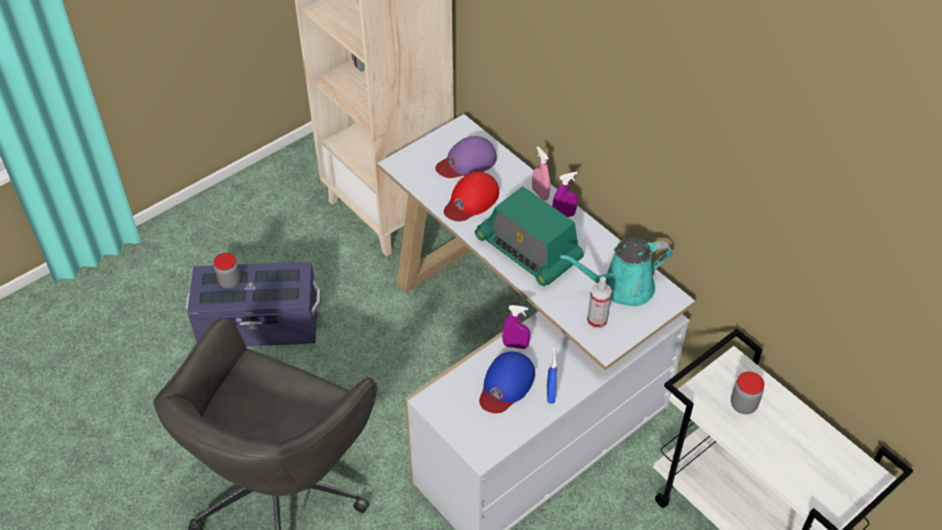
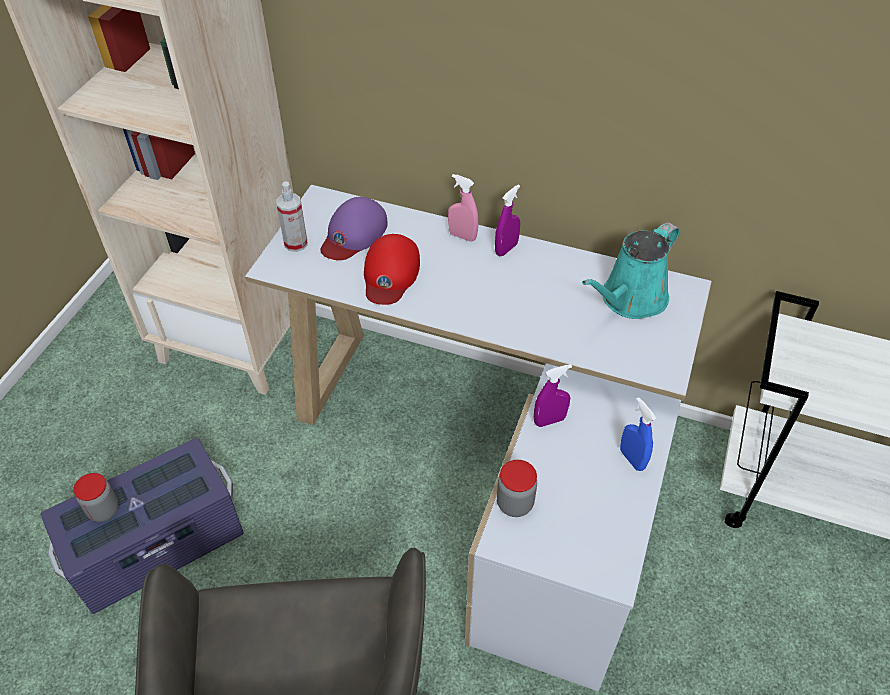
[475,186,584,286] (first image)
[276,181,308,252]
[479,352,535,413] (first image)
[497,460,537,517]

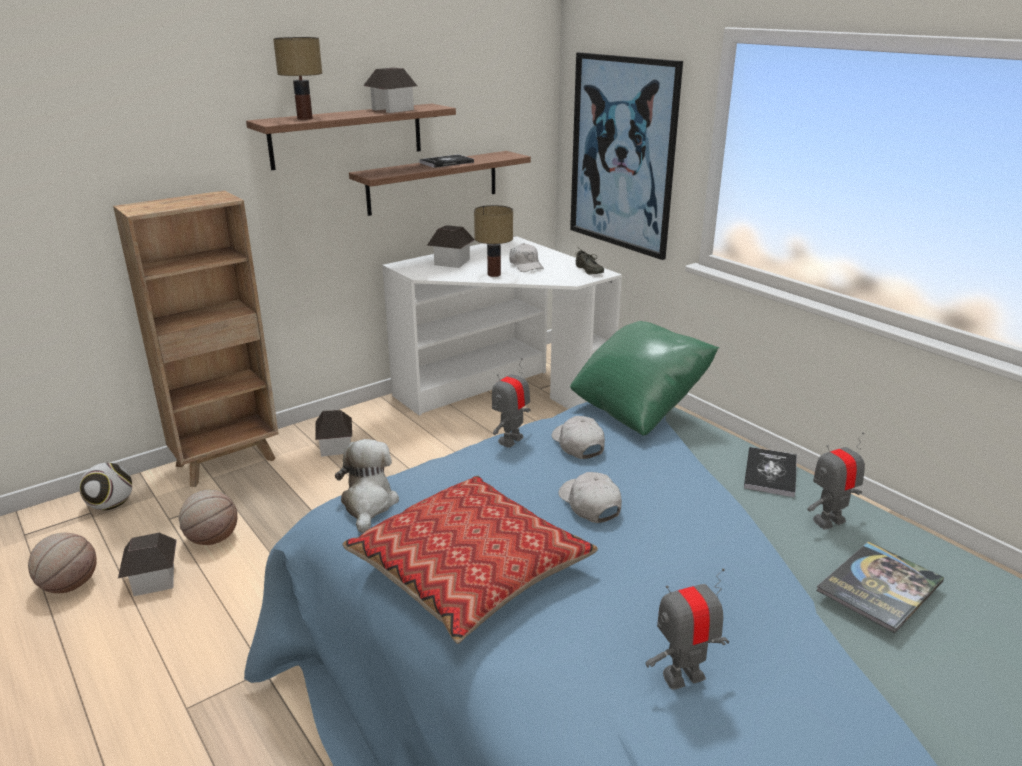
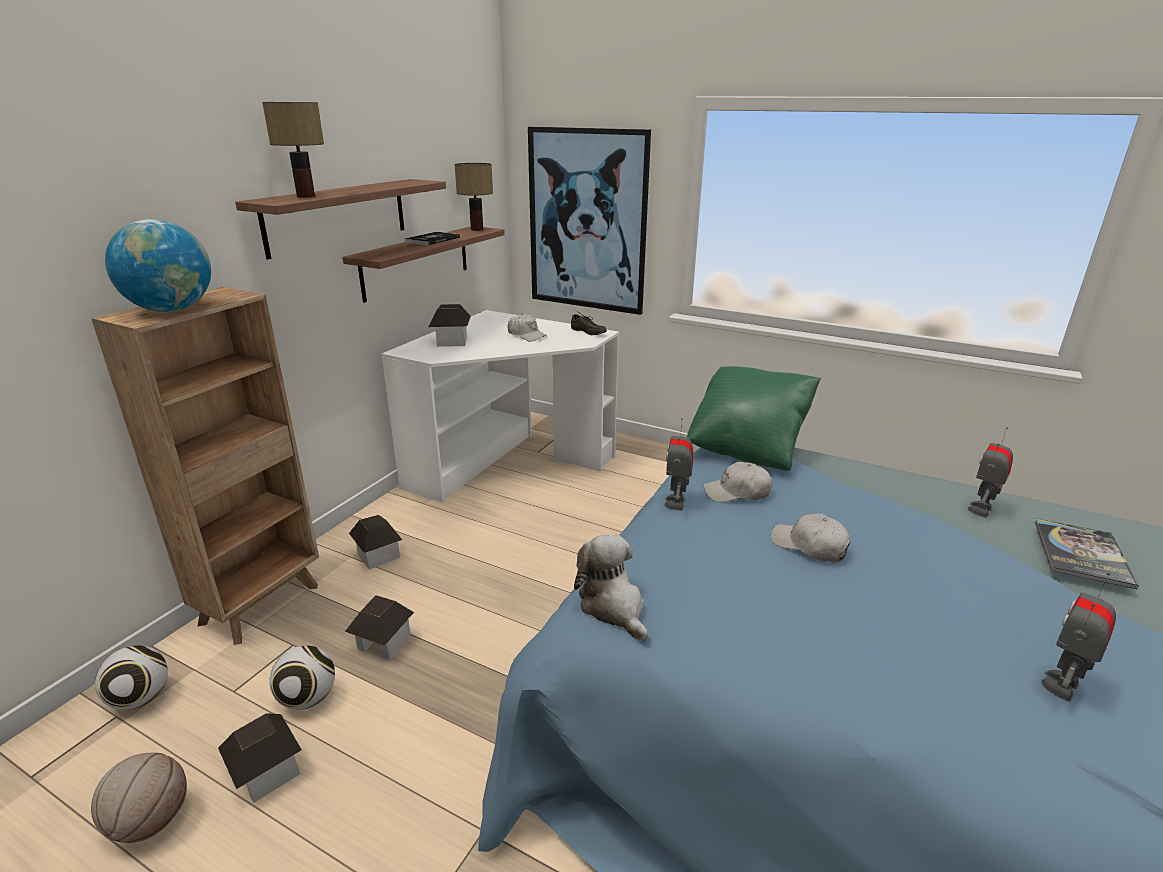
[345,595,414,661]
[455,163,493,231]
[703,462,772,502]
[744,447,797,497] (first image)
[343,476,598,644] (first image)
[269,645,335,710]
[105,219,211,312]

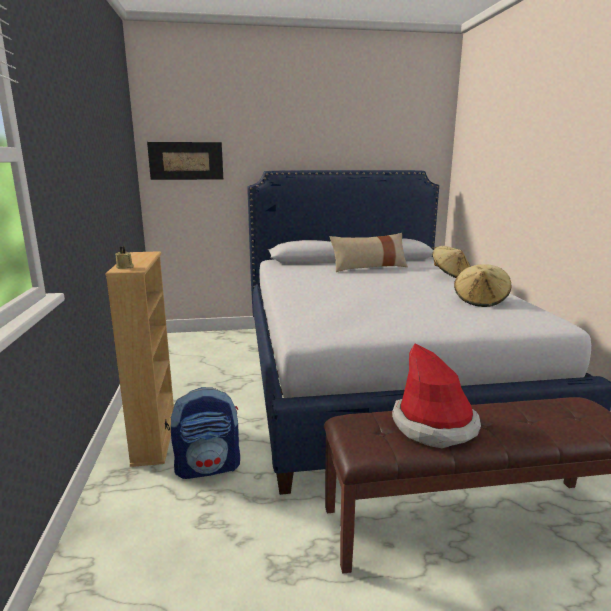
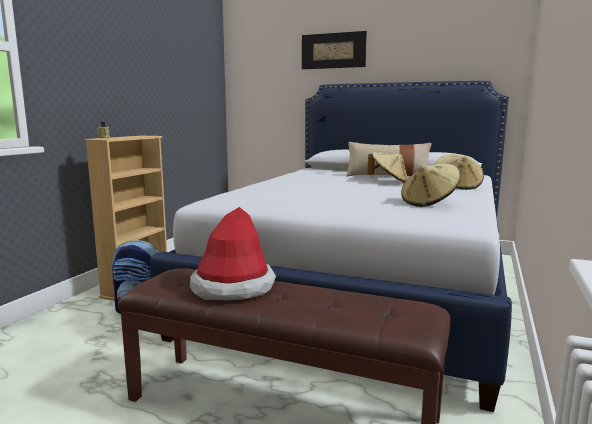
[302,31,367,69]
[368,152,408,183]

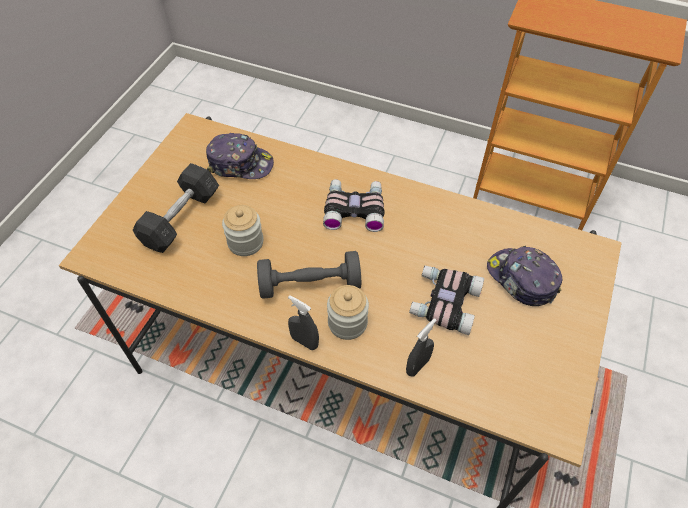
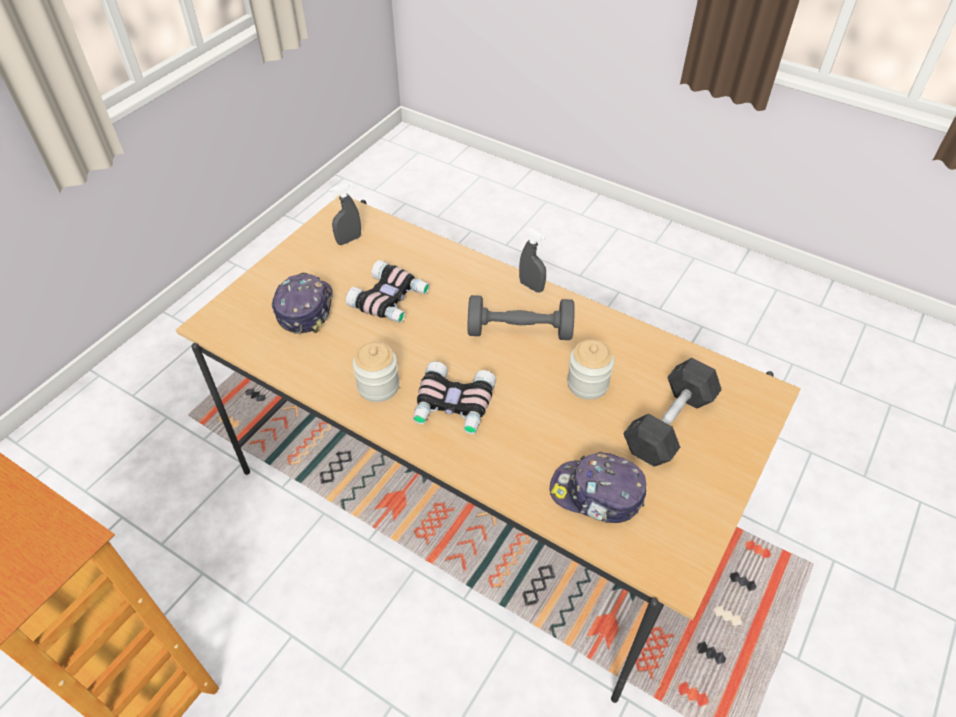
[272,272,333,334]
[353,342,399,402]
[329,183,361,245]

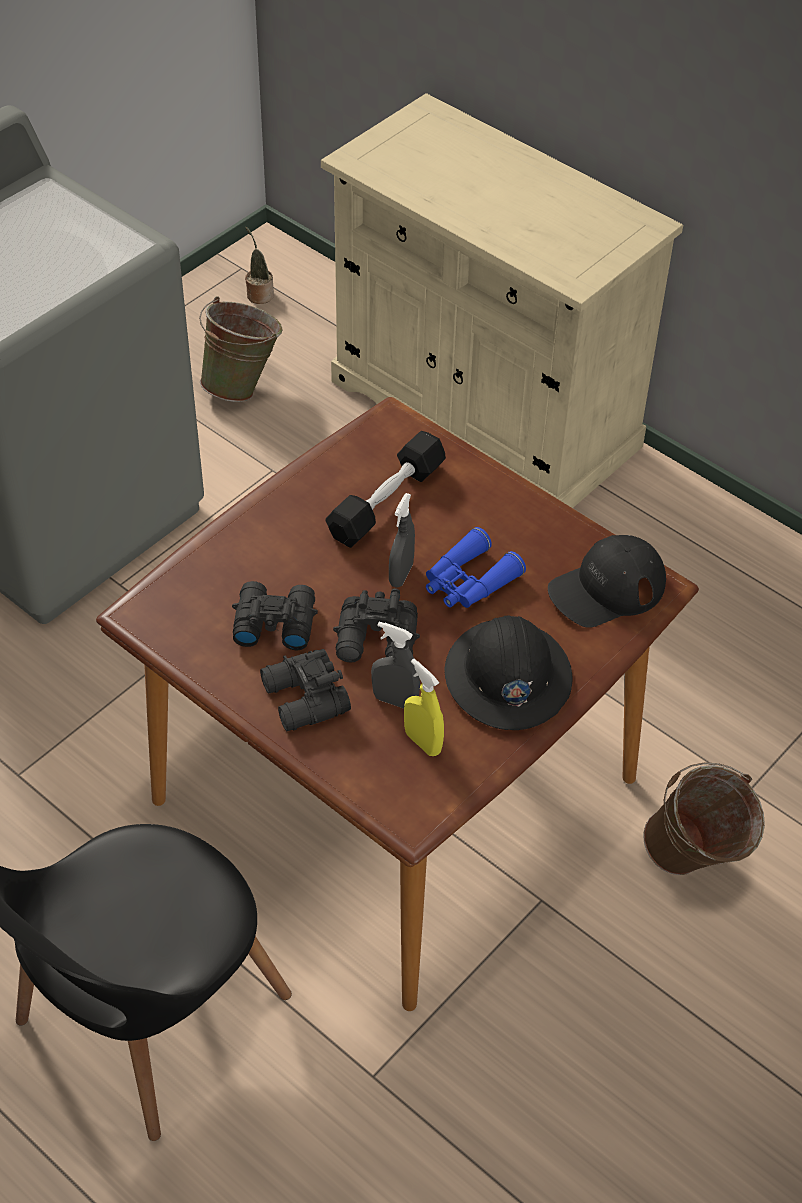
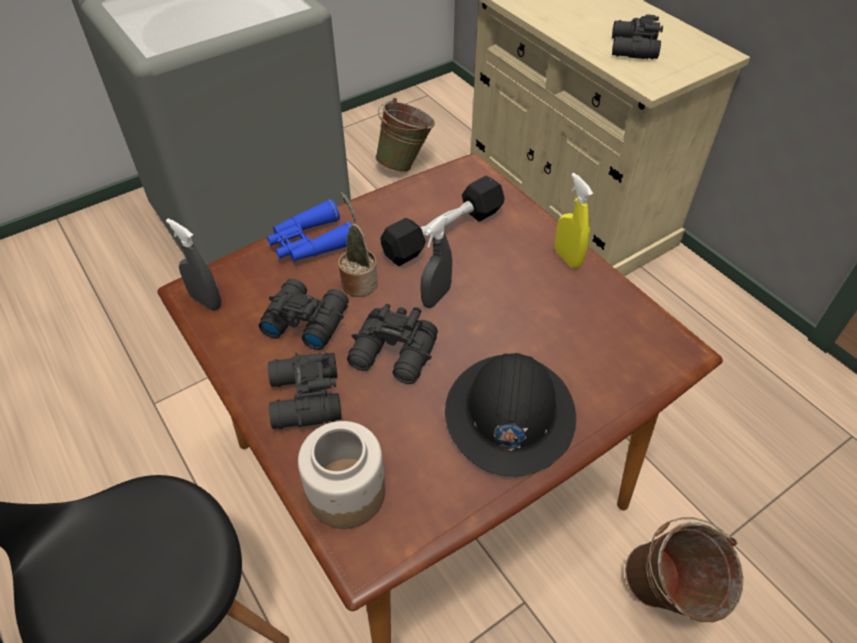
[338,192,378,297]
[267,199,352,262]
[548,535,666,628] (first image)
[166,218,221,311]
[555,173,593,269]
[612,14,663,59]
[298,421,385,529]

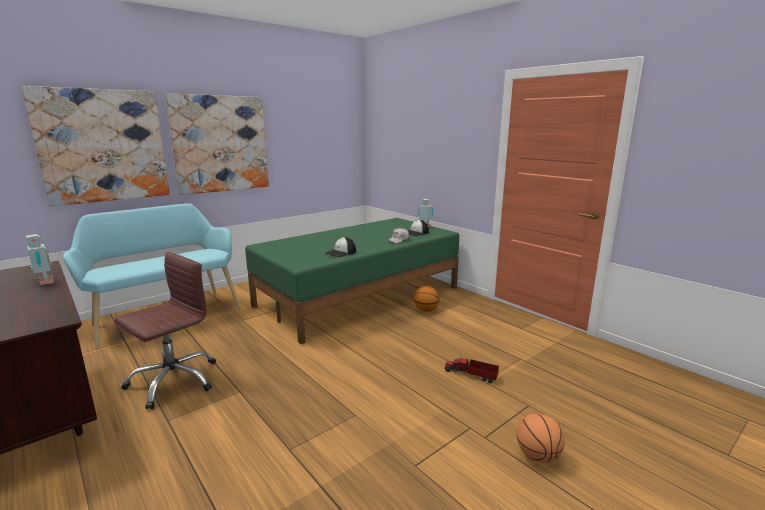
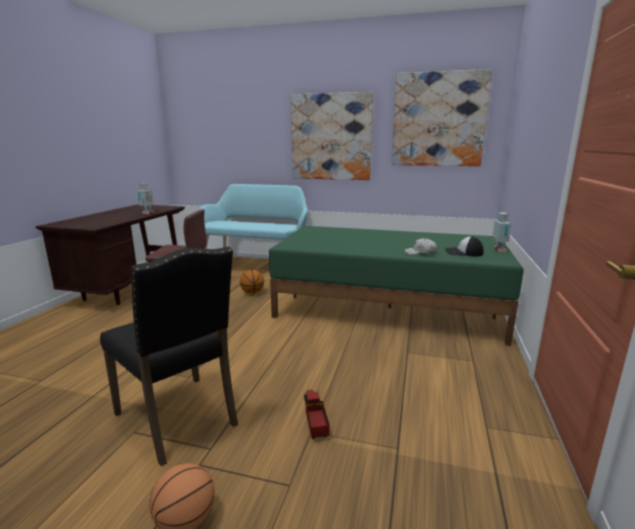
[392,69,492,166]
[325,237,356,257] (first image)
[240,270,264,294]
[100,246,238,466]

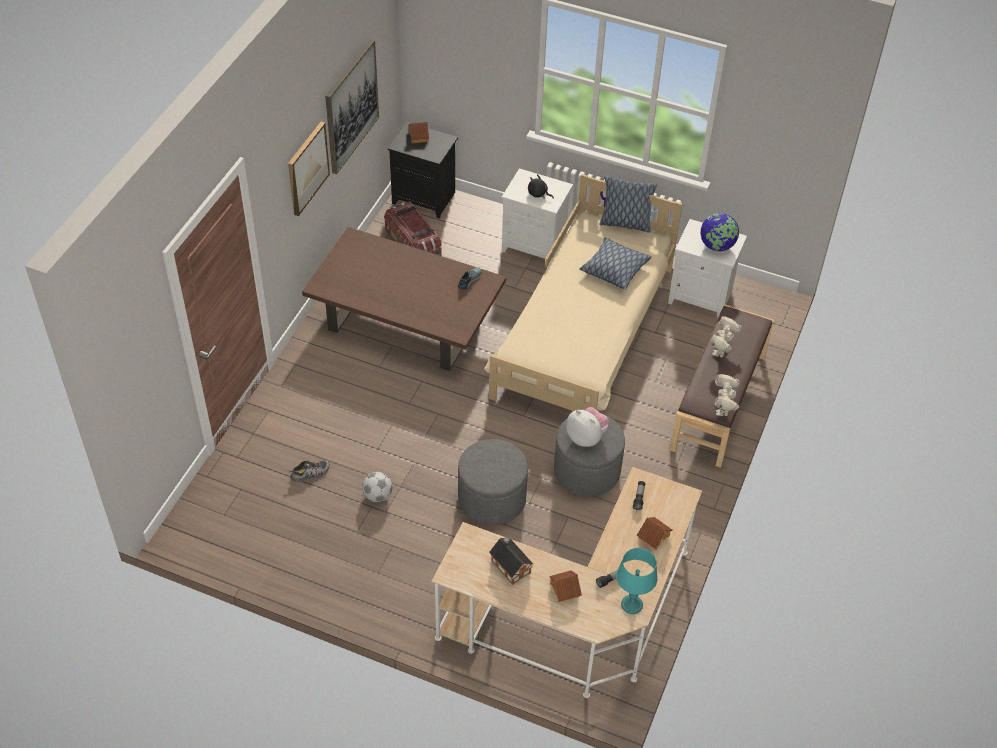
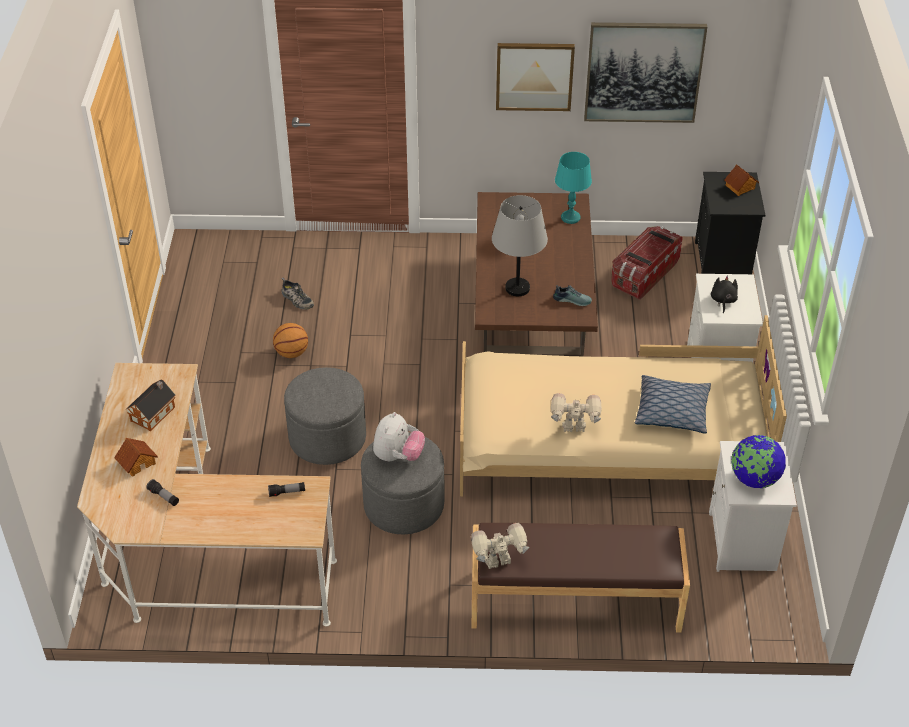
[599,176,657,233] (first image)
[551,393,602,432]
[273,323,308,358]
[637,517,672,550] (first image)
[555,152,592,224]
[492,195,548,296]

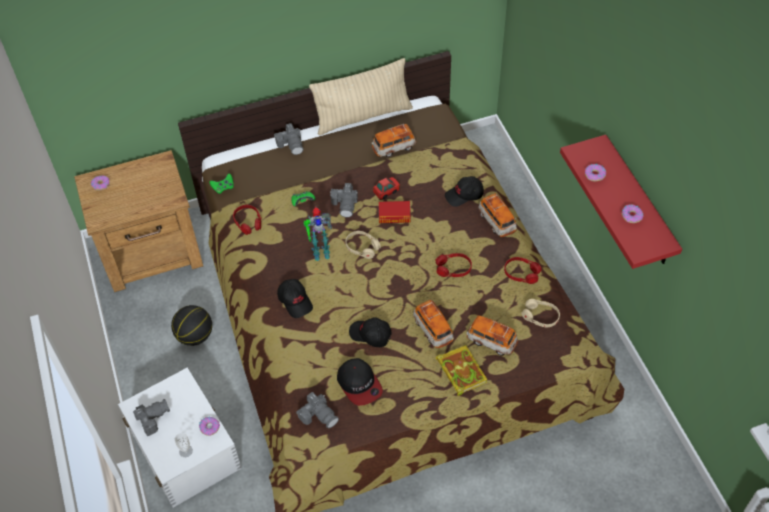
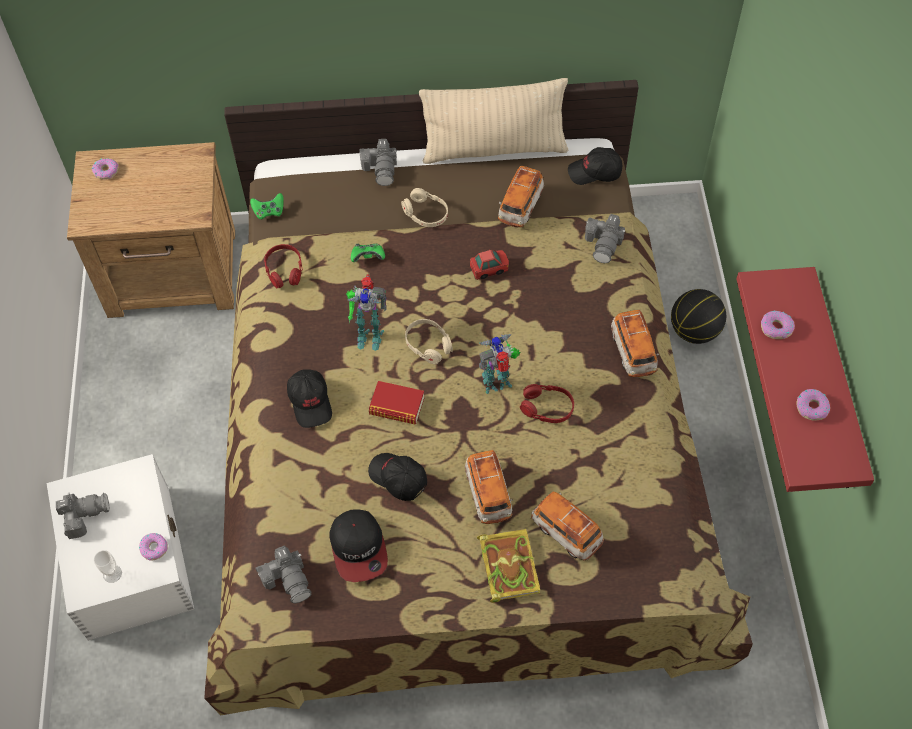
[498,165,544,227]
[568,147,622,185]
[585,214,625,263]
[369,381,425,425]
[504,257,542,284] (first image)
[401,188,448,227]
[671,289,726,344]
[478,334,521,394]

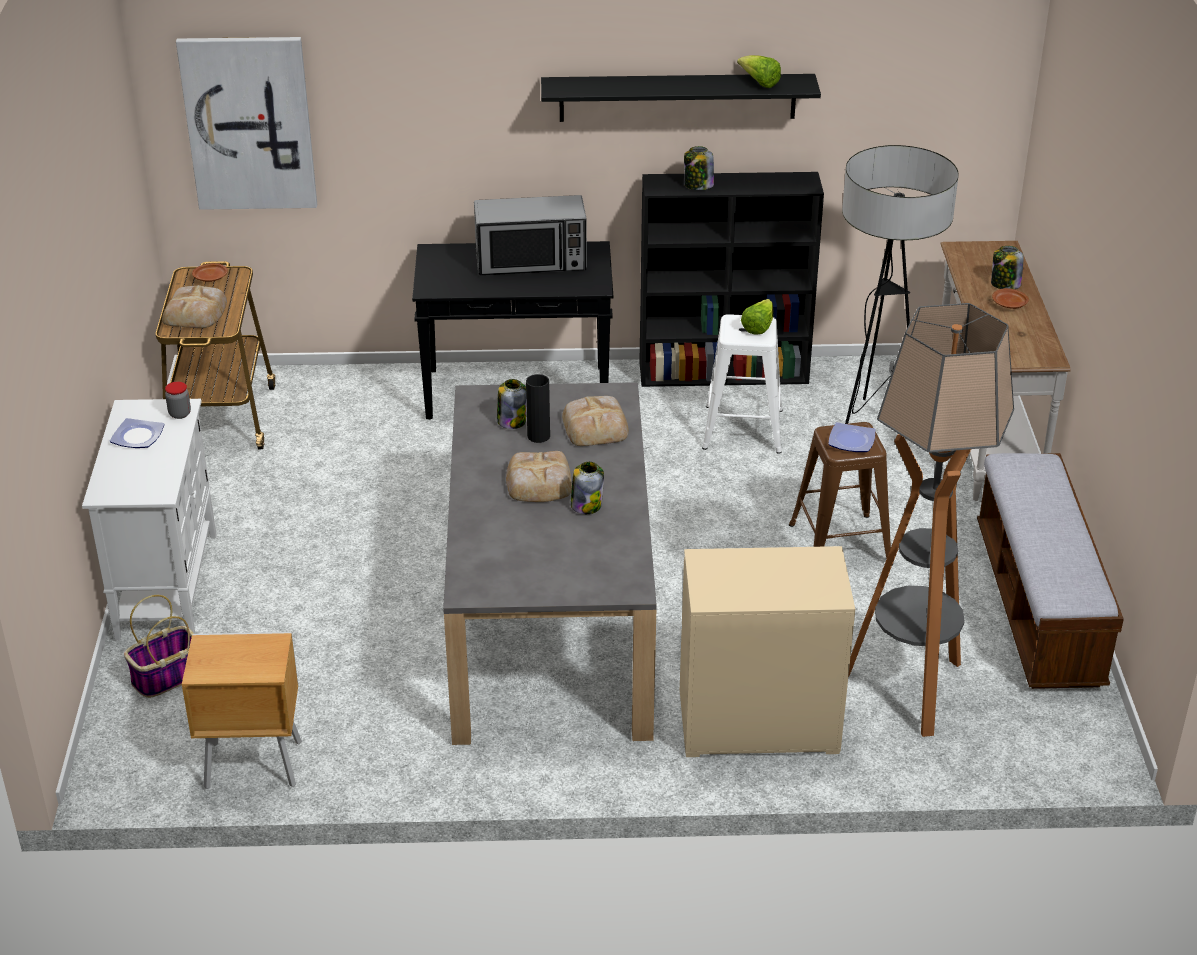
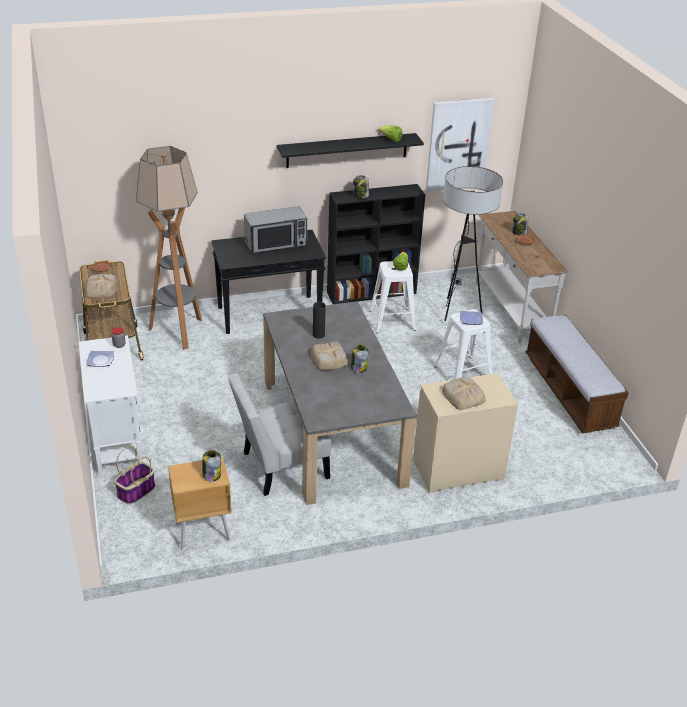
[426,98,494,192]
[136,146,202,350]
[202,450,221,482]
[442,377,486,410]
[434,309,492,379]
[228,373,331,496]

